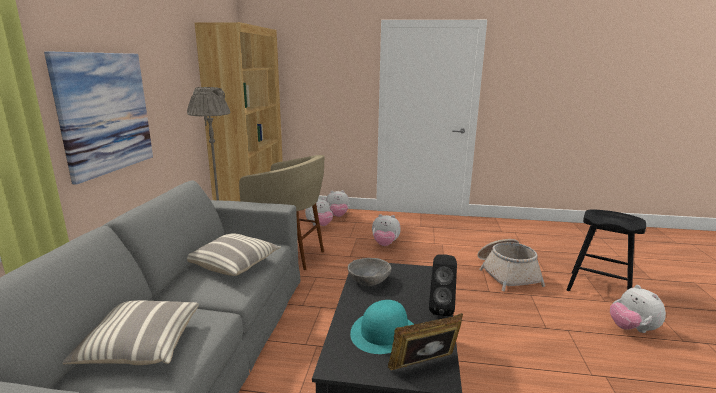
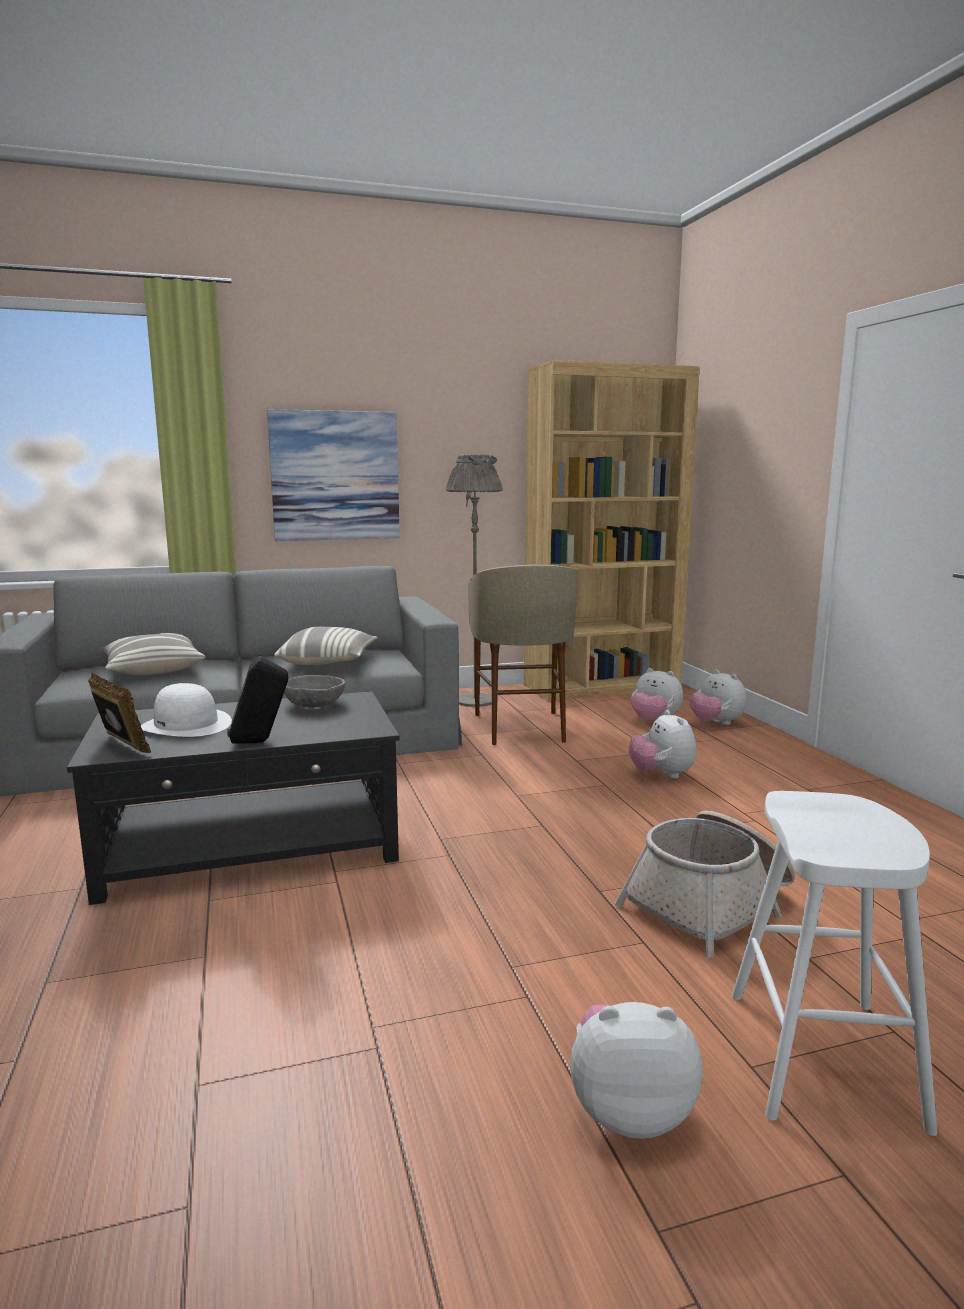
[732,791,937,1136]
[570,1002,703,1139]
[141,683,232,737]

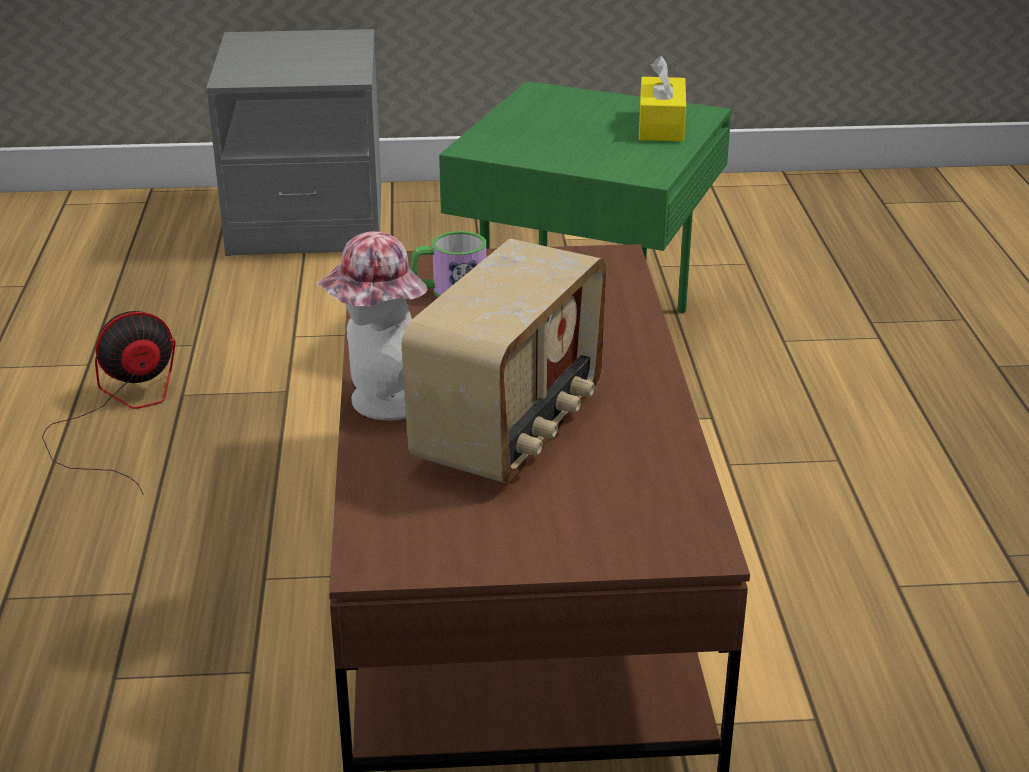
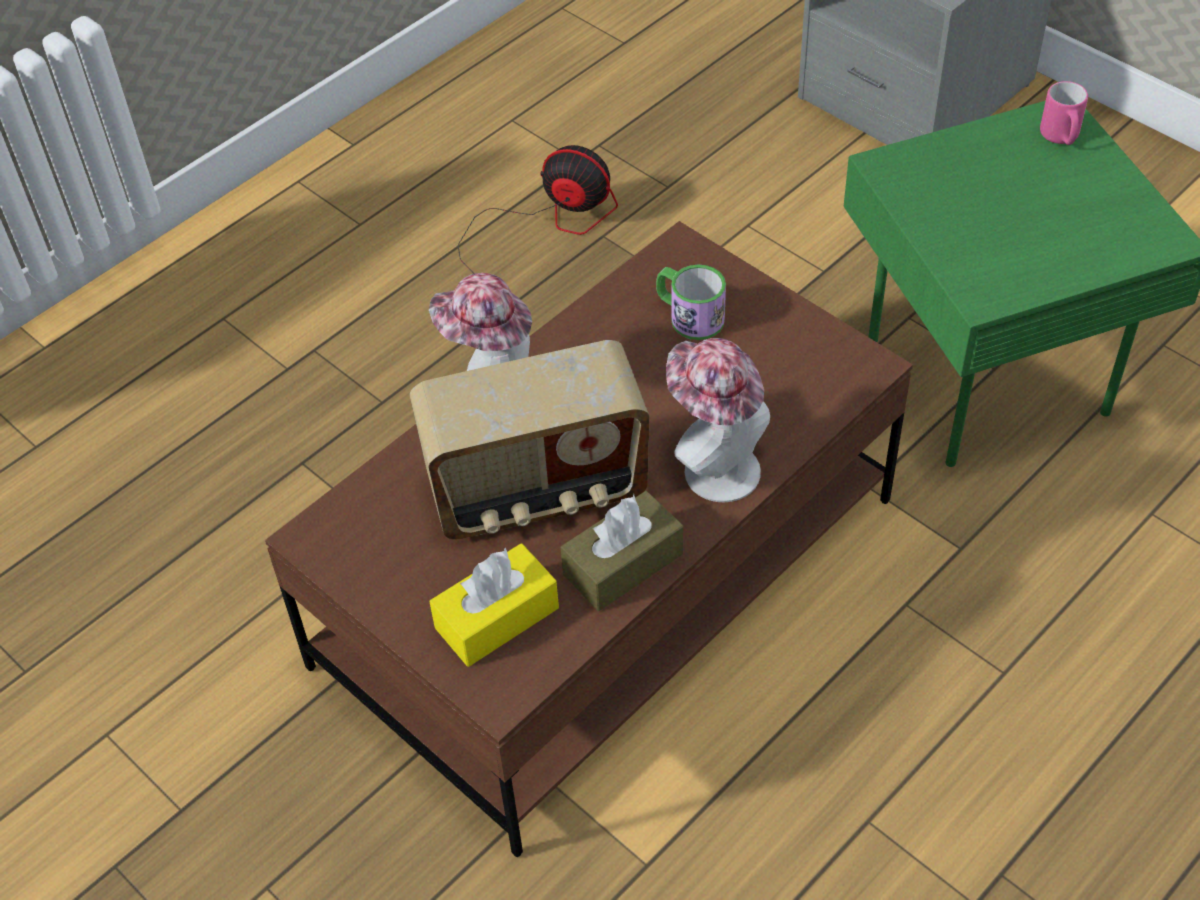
[430,544,559,667]
[1040,81,1088,145]
[666,338,770,502]
[561,491,683,611]

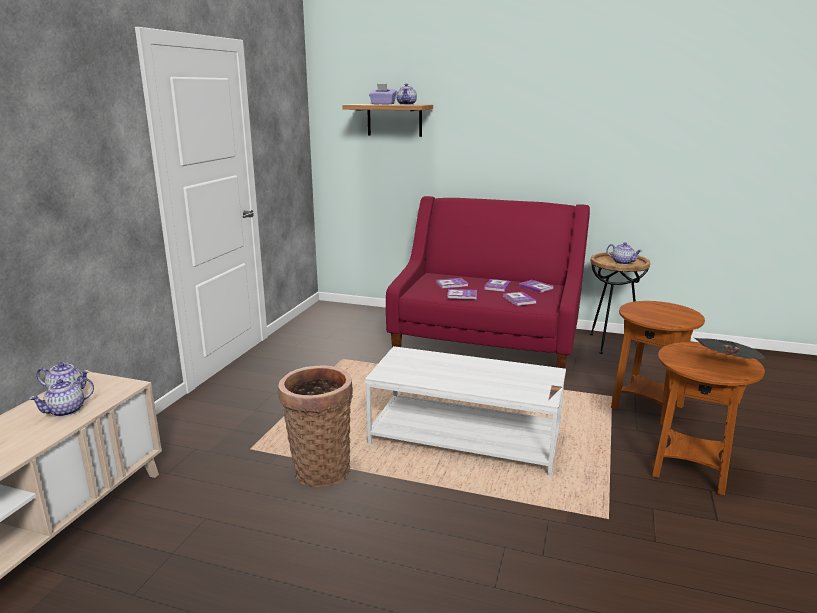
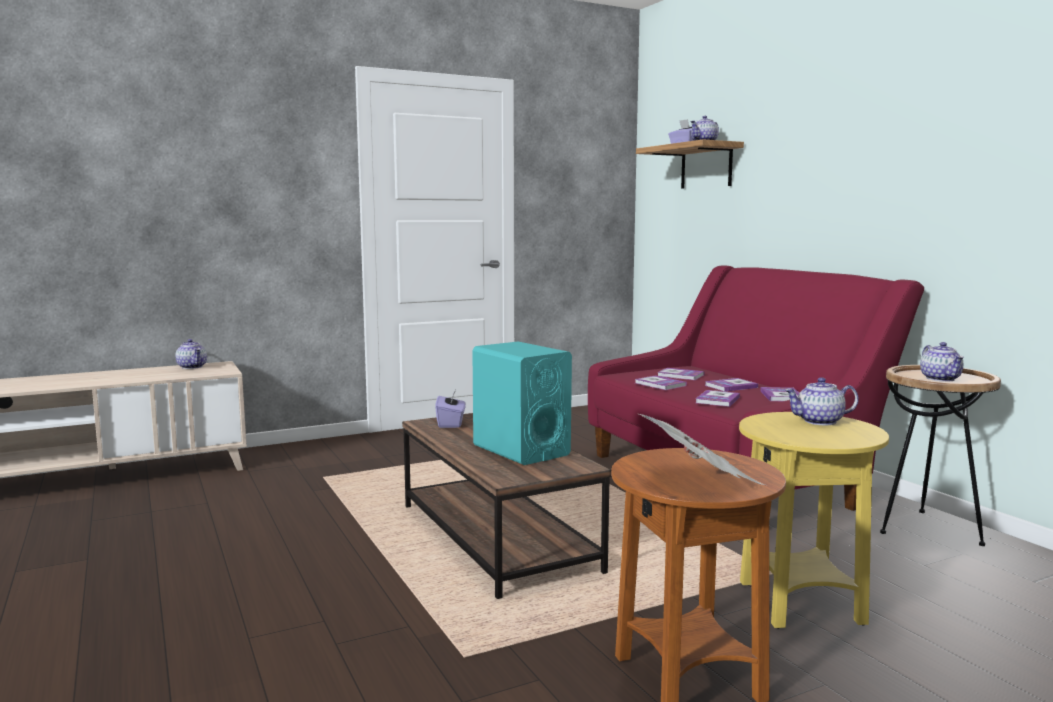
[739,412,889,629]
[402,413,611,599]
[278,366,353,487] (first image)
[784,377,859,425]
[472,342,572,465]
[435,390,466,428]

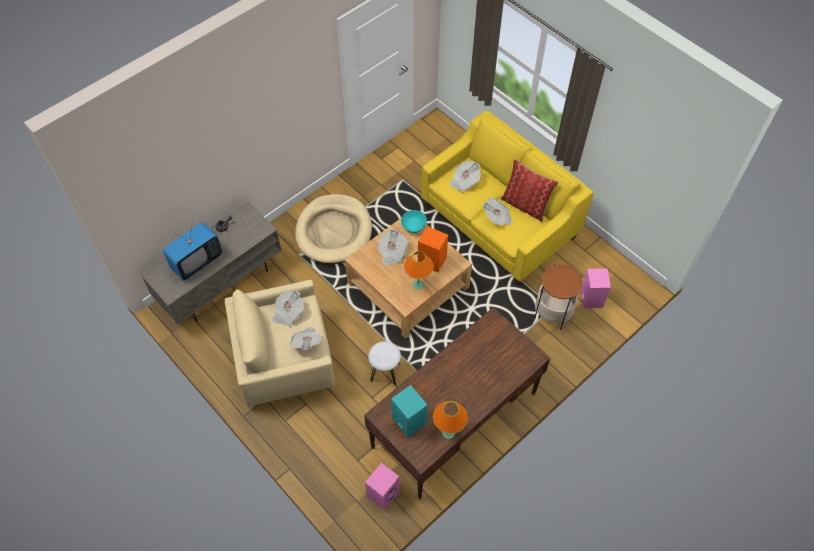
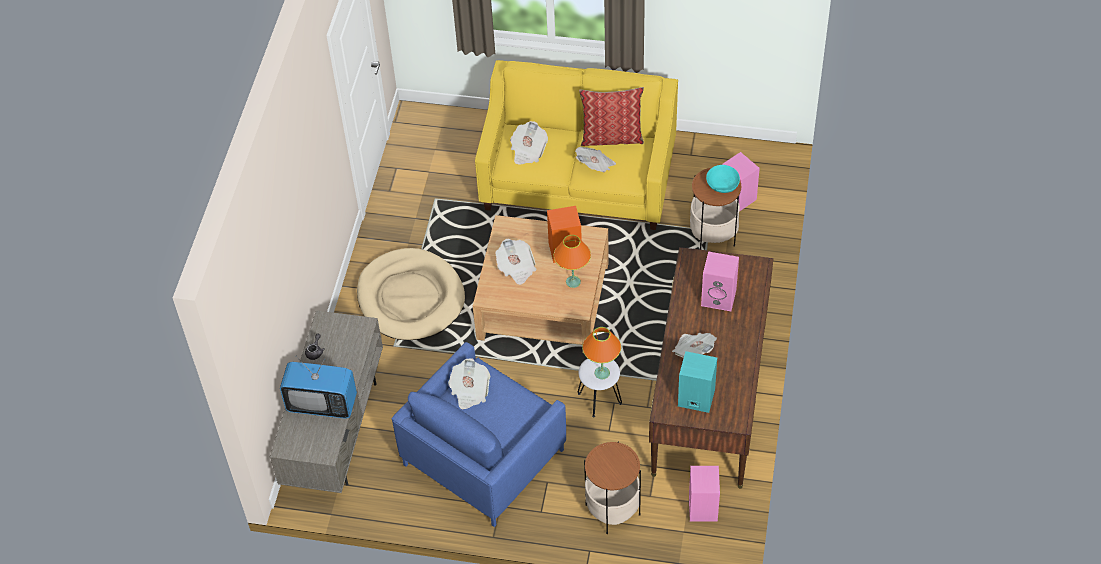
[706,165,740,193]
[280,356,357,419]
[392,342,566,527]
[672,333,717,358]
[582,327,621,379]
[701,251,739,311]
[584,441,641,534]

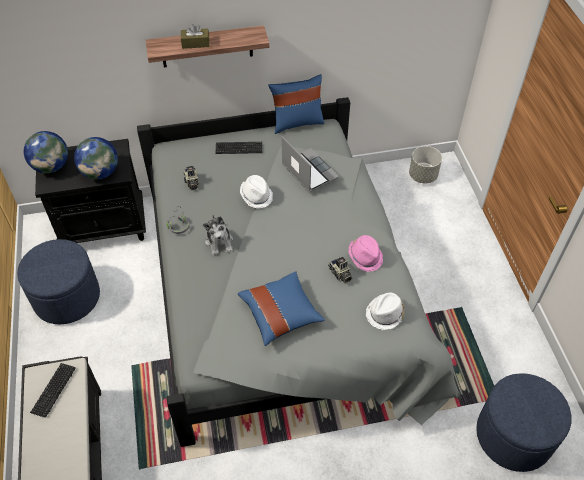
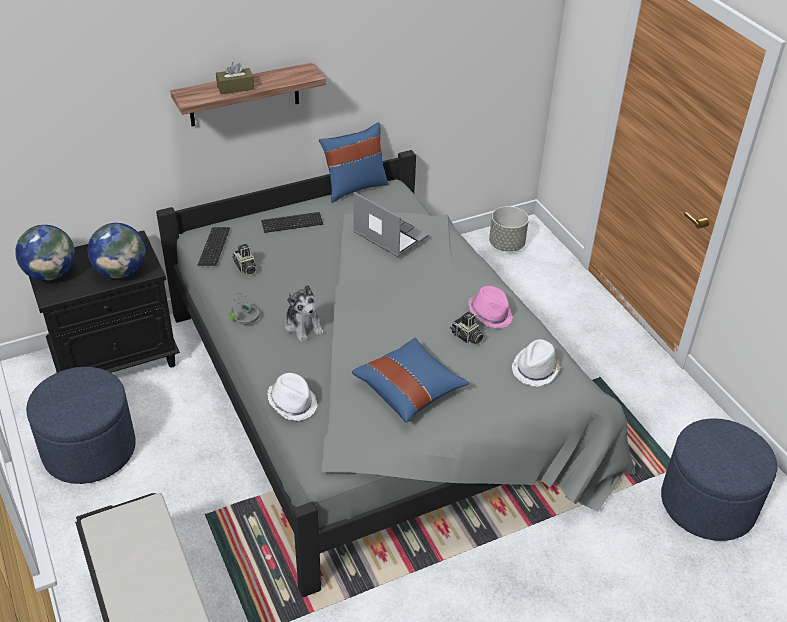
[267,373,317,421]
[198,227,230,266]

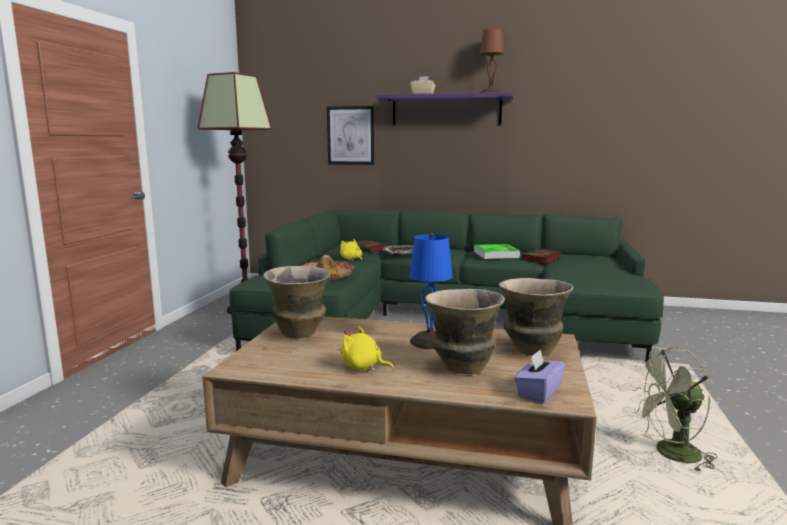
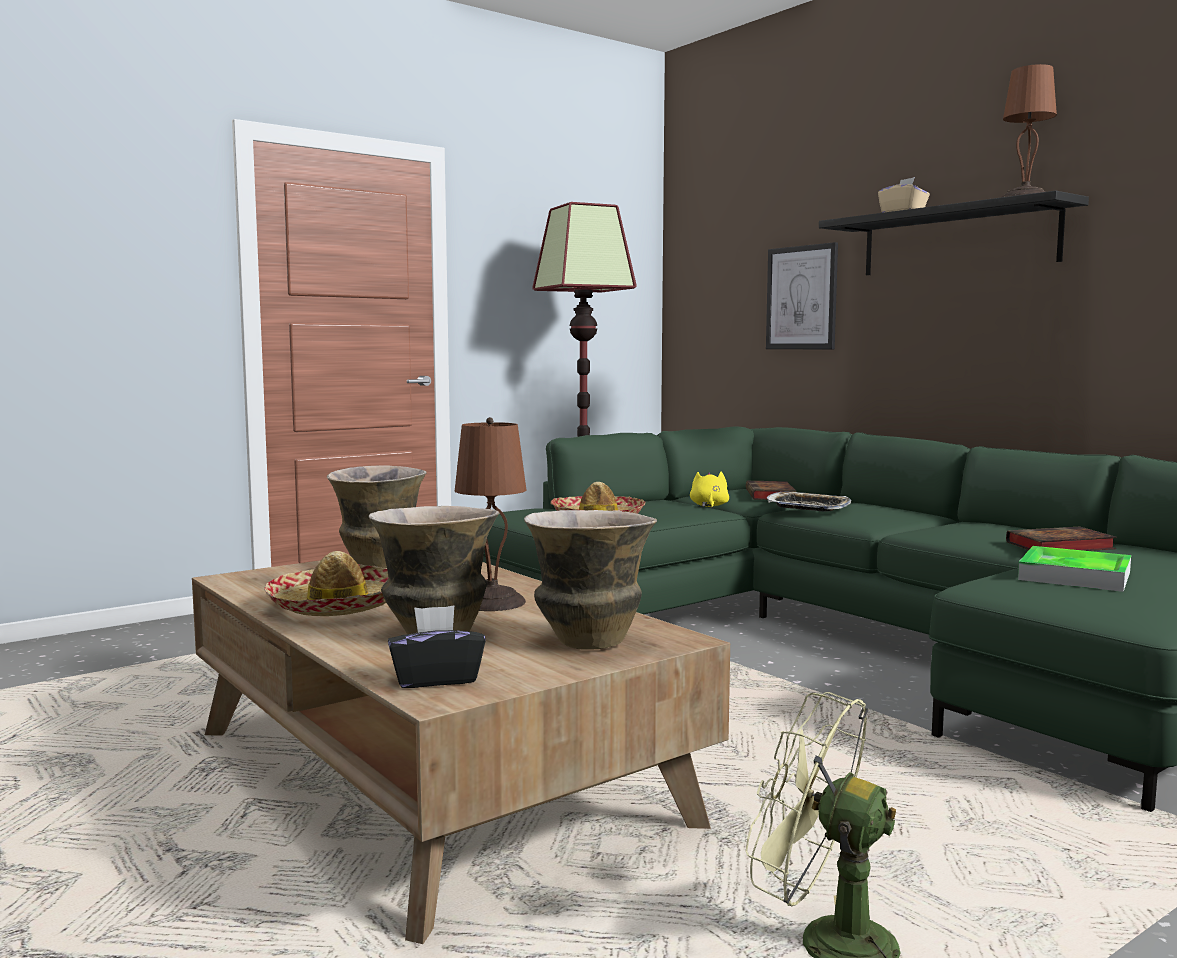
[819,191,1089,275]
[455,417,526,611]
[1018,546,1131,592]
[264,551,388,616]
[388,605,486,688]

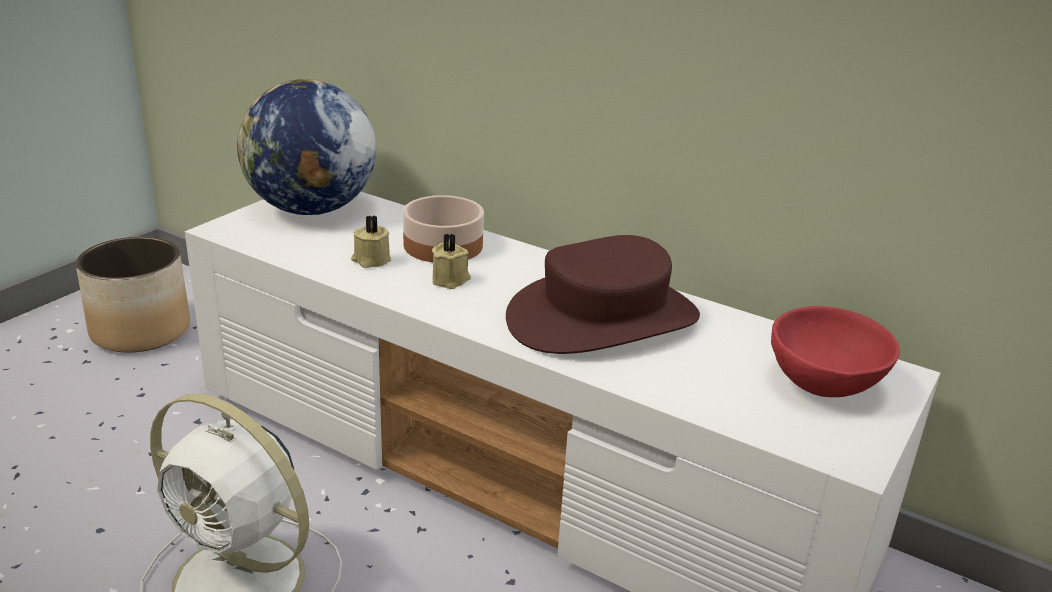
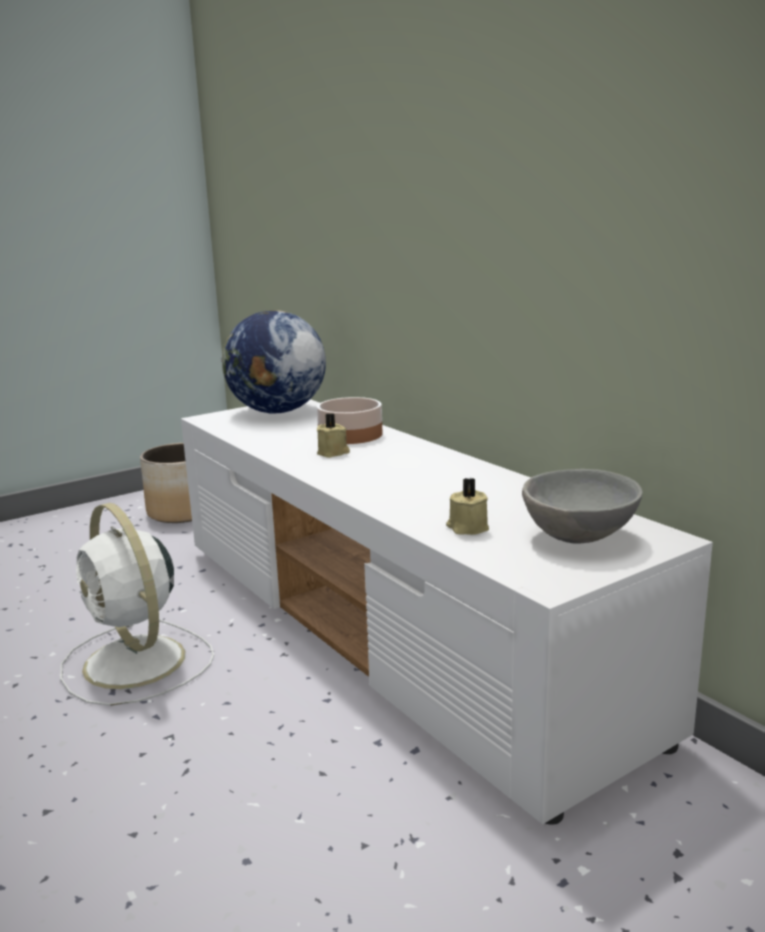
[446,478,489,535]
[506,235,700,354] (first image)
[522,469,642,544]

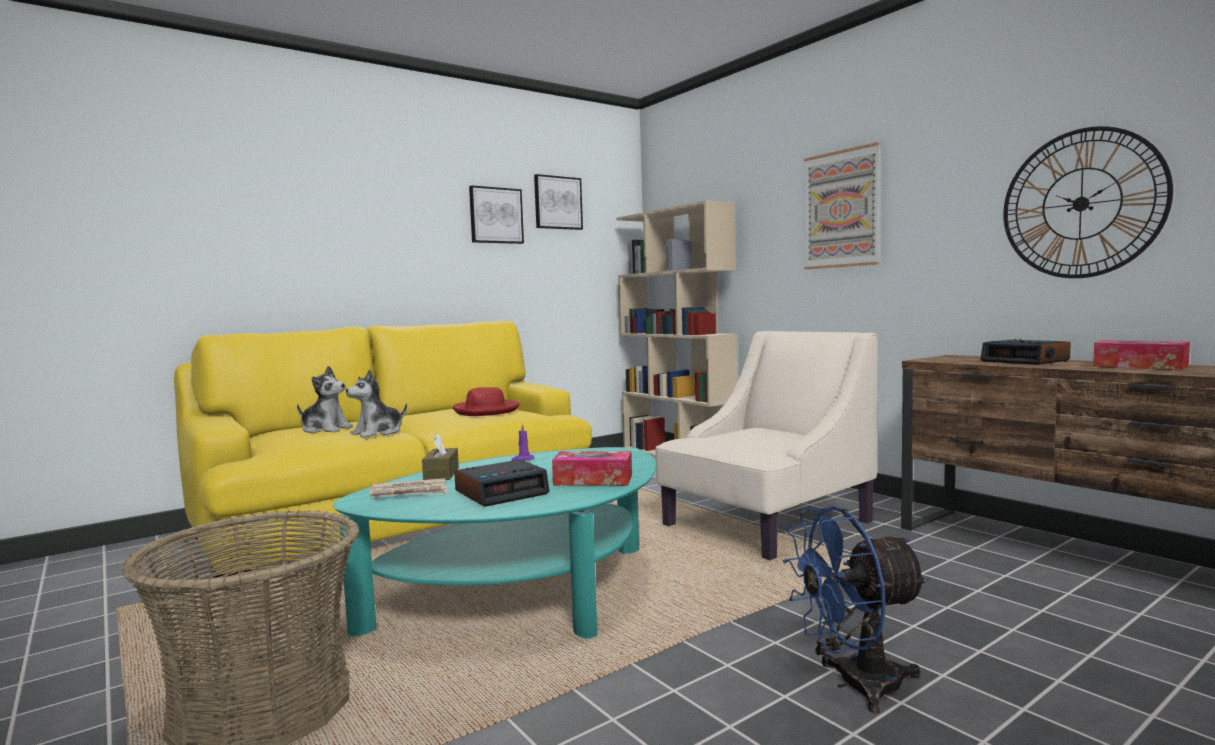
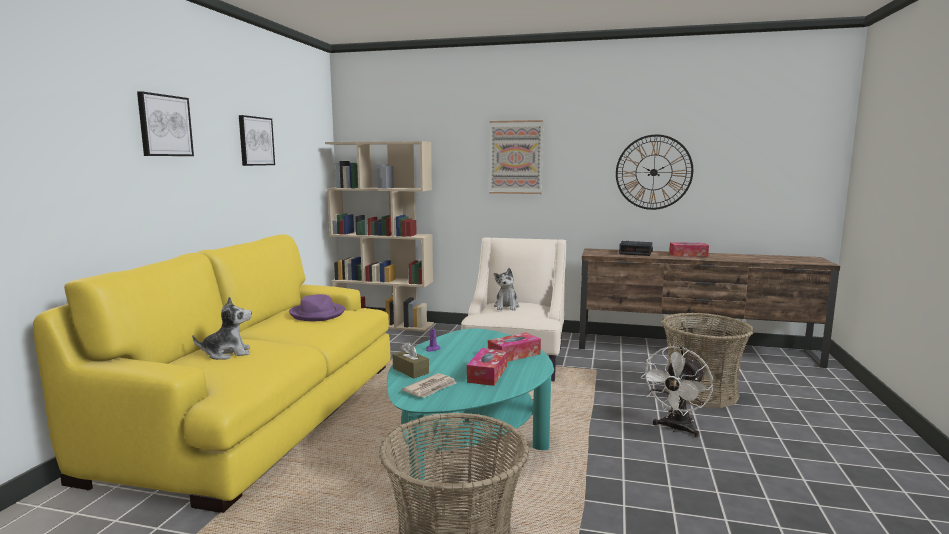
[137,91,194,156]
[494,268,519,310]
[289,294,345,321]
[467,348,507,386]
[640,346,713,438]
[661,313,754,408]

